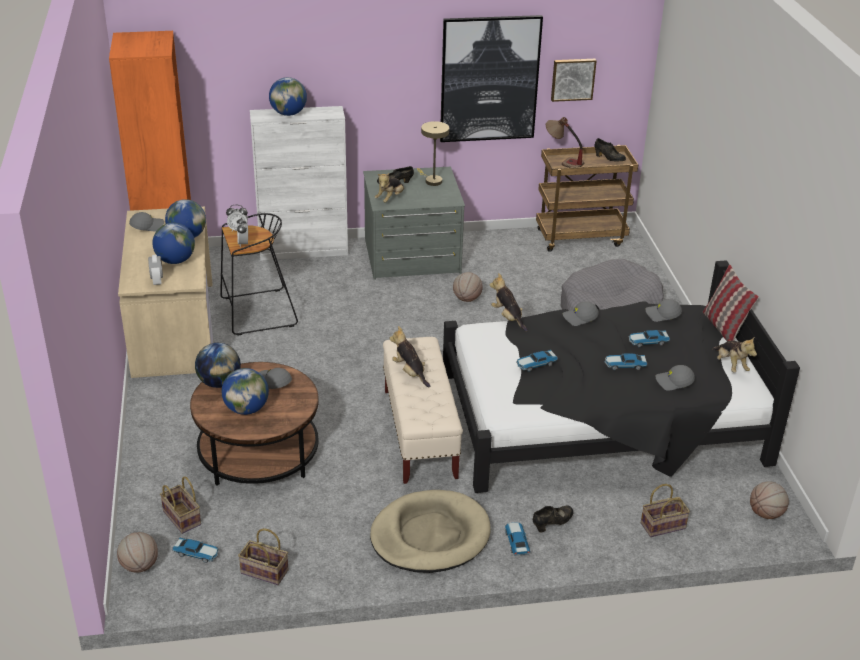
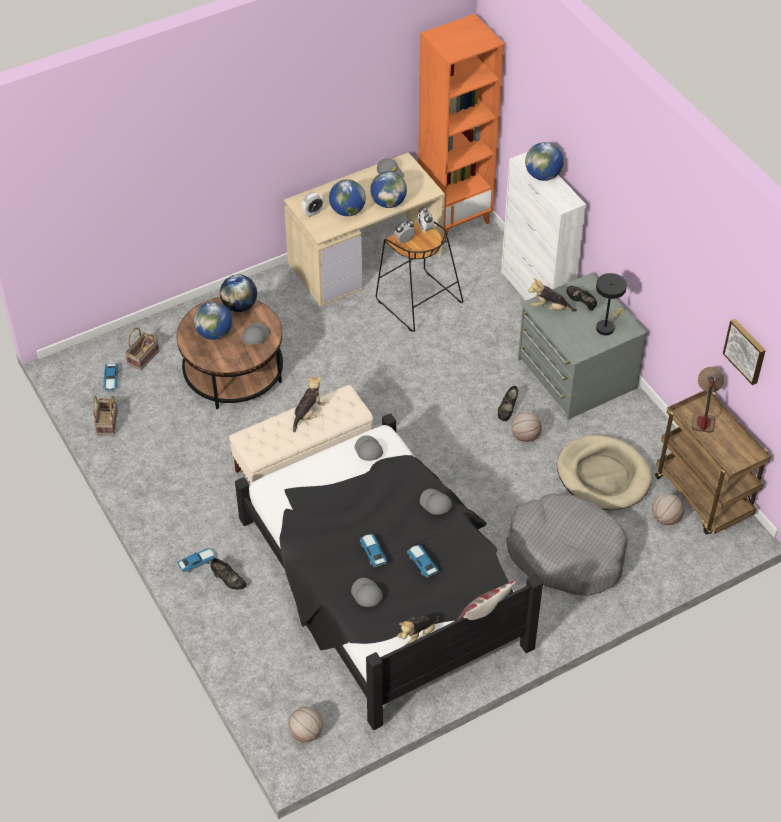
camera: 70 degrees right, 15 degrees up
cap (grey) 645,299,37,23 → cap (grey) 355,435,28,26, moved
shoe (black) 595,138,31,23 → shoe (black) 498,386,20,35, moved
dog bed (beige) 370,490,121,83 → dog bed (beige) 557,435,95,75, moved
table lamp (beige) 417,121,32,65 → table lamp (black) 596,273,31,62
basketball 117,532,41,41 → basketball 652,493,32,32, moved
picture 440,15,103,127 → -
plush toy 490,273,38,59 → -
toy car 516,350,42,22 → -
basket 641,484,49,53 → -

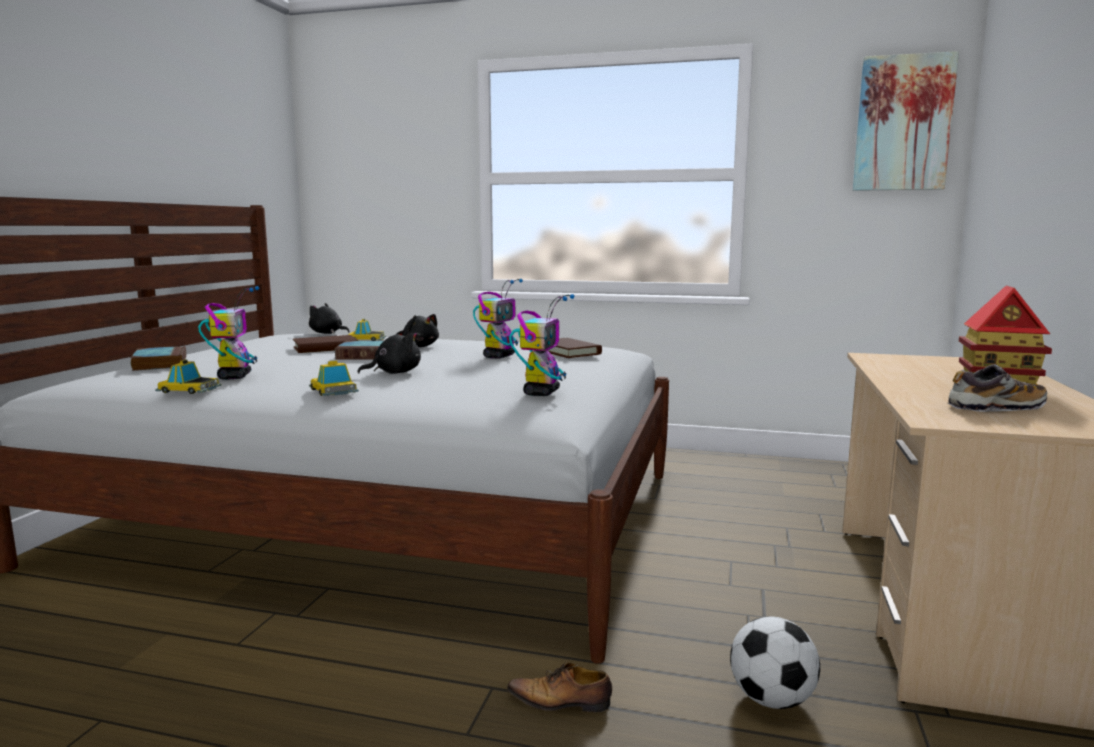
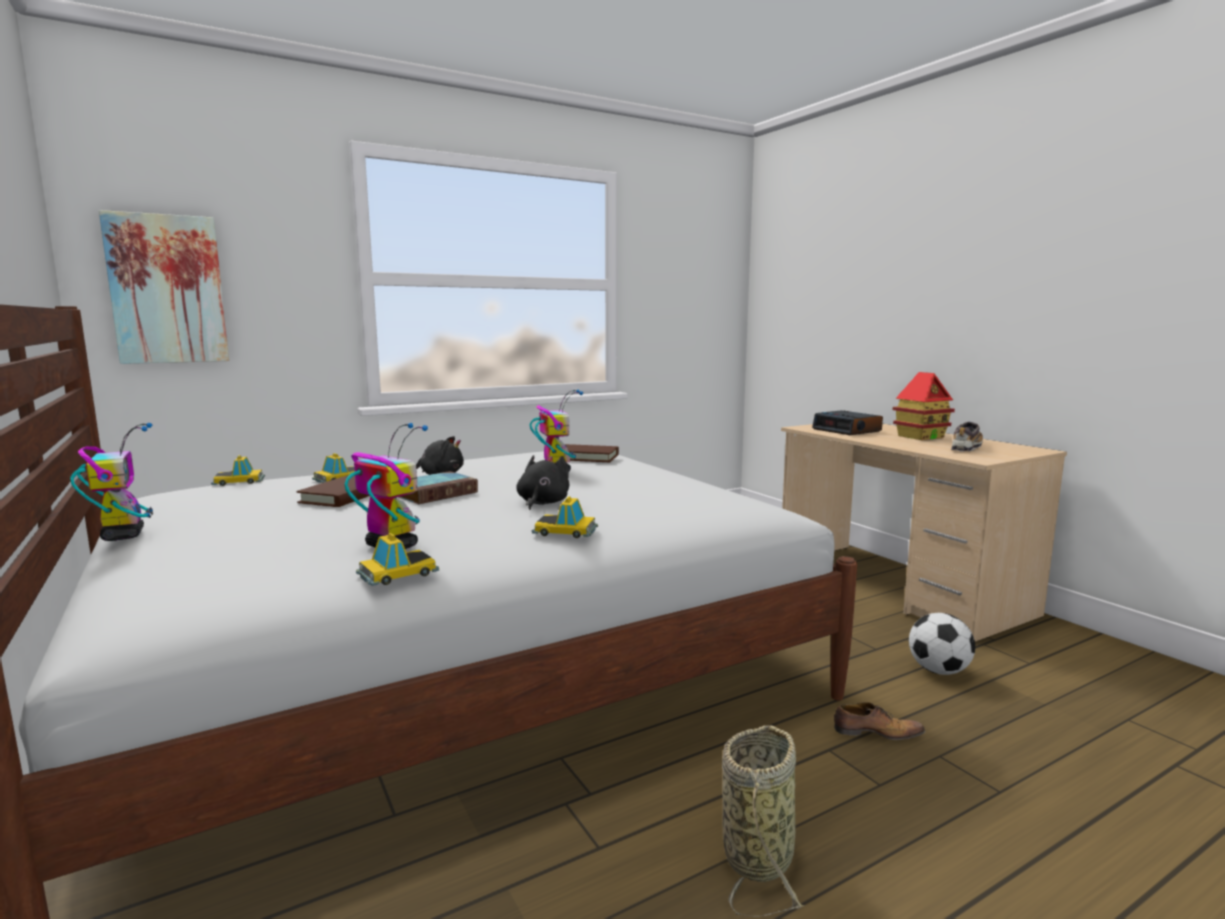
camera: 45 degrees left, 0 degrees up
toy robot 509,294,66,102 → toy robot 70,423,83,118, moved
picture 853,51,106,140 → picture 99,210,130,154, moved
plush toy (black) 309,303,41,31 → toy car 211,455,54,31
- → basket 722,725,84,192
- → alarm clock 812,410,71,25
shoe 507,662,105,50 → shoe 834,702,91,38, 135 degrees counterclockwise
book 131,346,55,25 → -

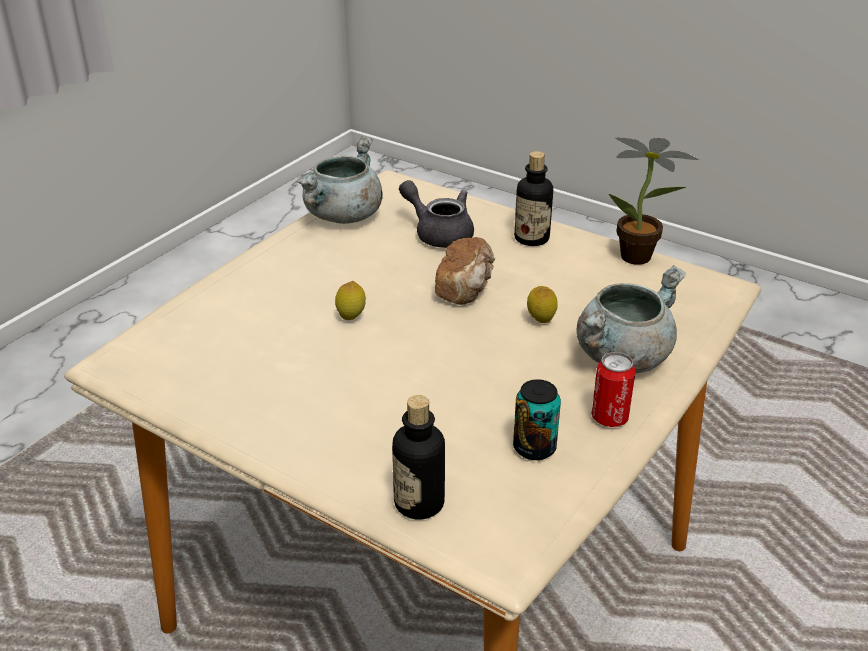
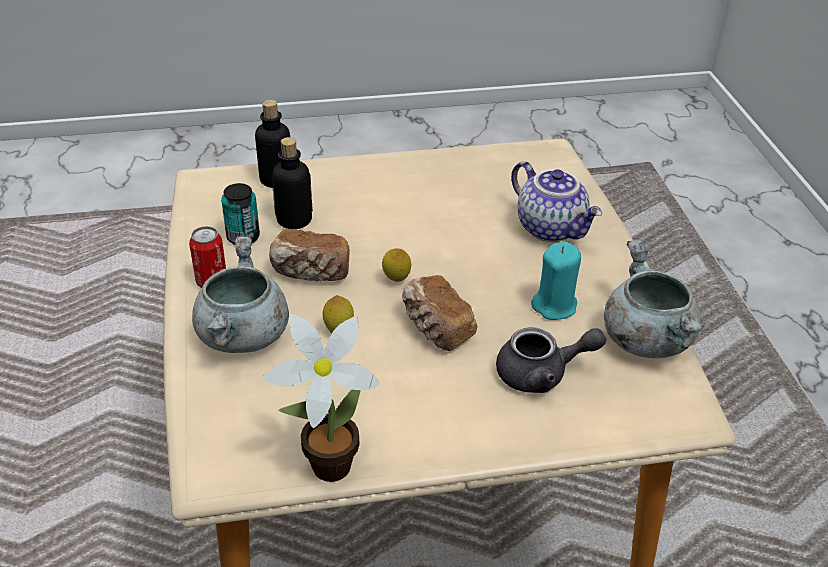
camera: 135 degrees right, 5 degrees up
- → bread 269,229,81,53
bottle 514,151,39,95 → bottle 272,137,41,92, moved
lemon 335,281,31,39 → lemon 382,248,29,34, moved
- → teapot 511,161,91,81
- → candle (turquoise) 531,242,50,78

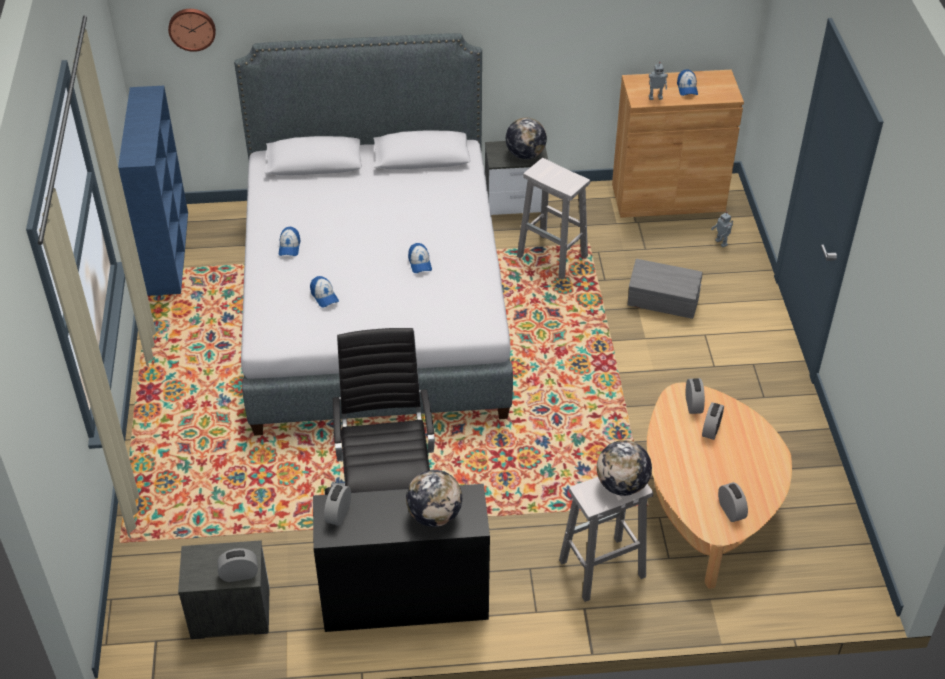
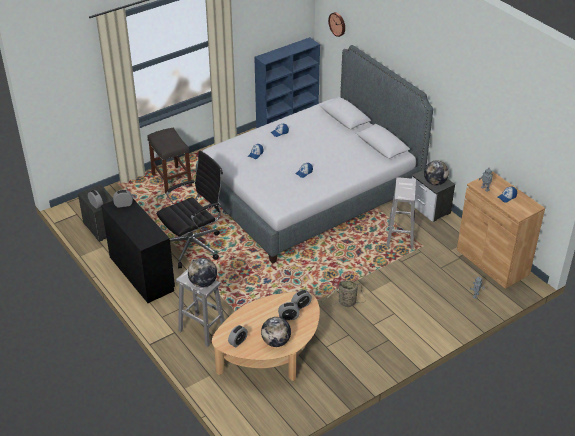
camera: 60 degrees right, 5 degrees down
- → stool (grey) 147,128,45,66
globe 406,470,56,57 → globe 261,317,30,30, moved
- → basket 321,280,45,27
storage box (grey) 628,259,74,60 → -

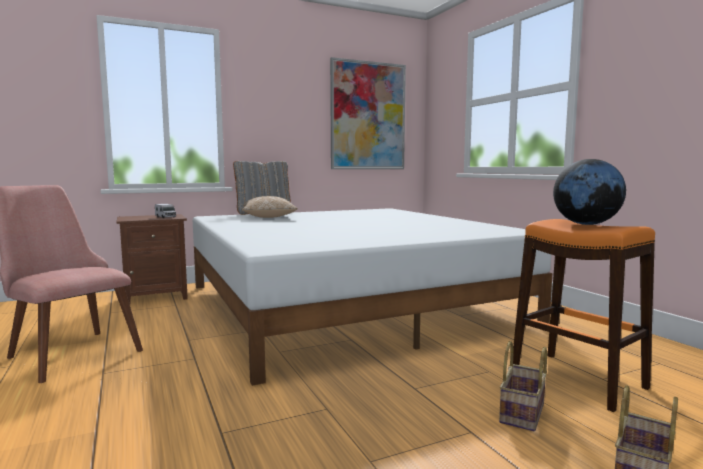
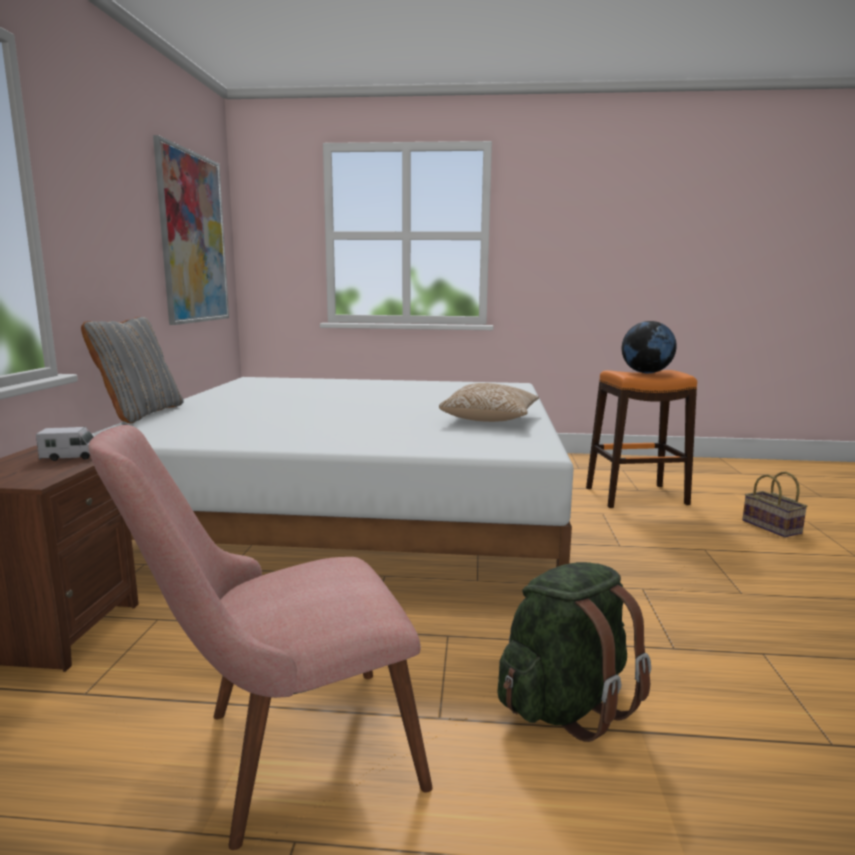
camera: 60 degrees left, 5 degrees up
pillow 242,196,56,22 → pillow 439,383,100,39, moved
- → backpack (green) 498,562,153,180
basket 499,341,48,90 → -

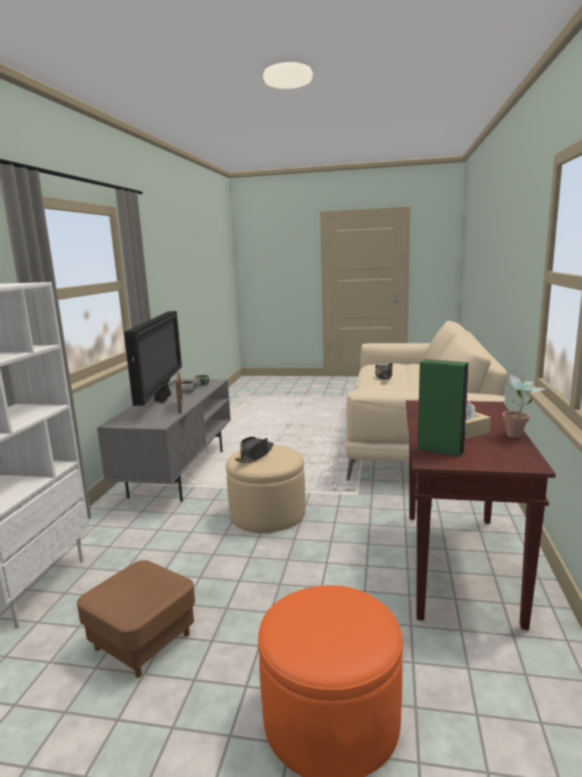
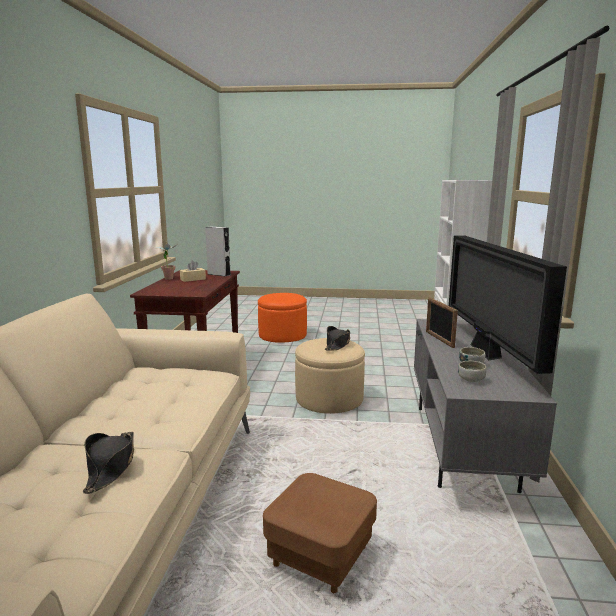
camera: 175 degrees right, 0 degrees up
speaker (green) 417,359,52,98 → speaker (grey) 205,227,26,50
ottoman (brown) 77,560,118,118 → ottoman (brown) 263,473,114,120, moved

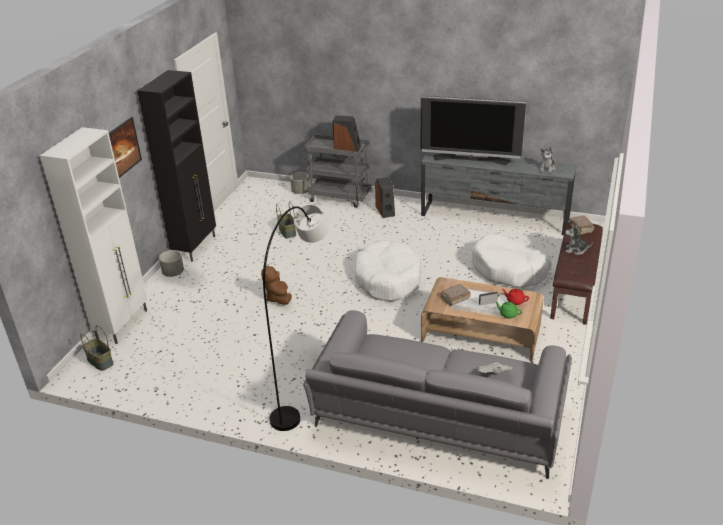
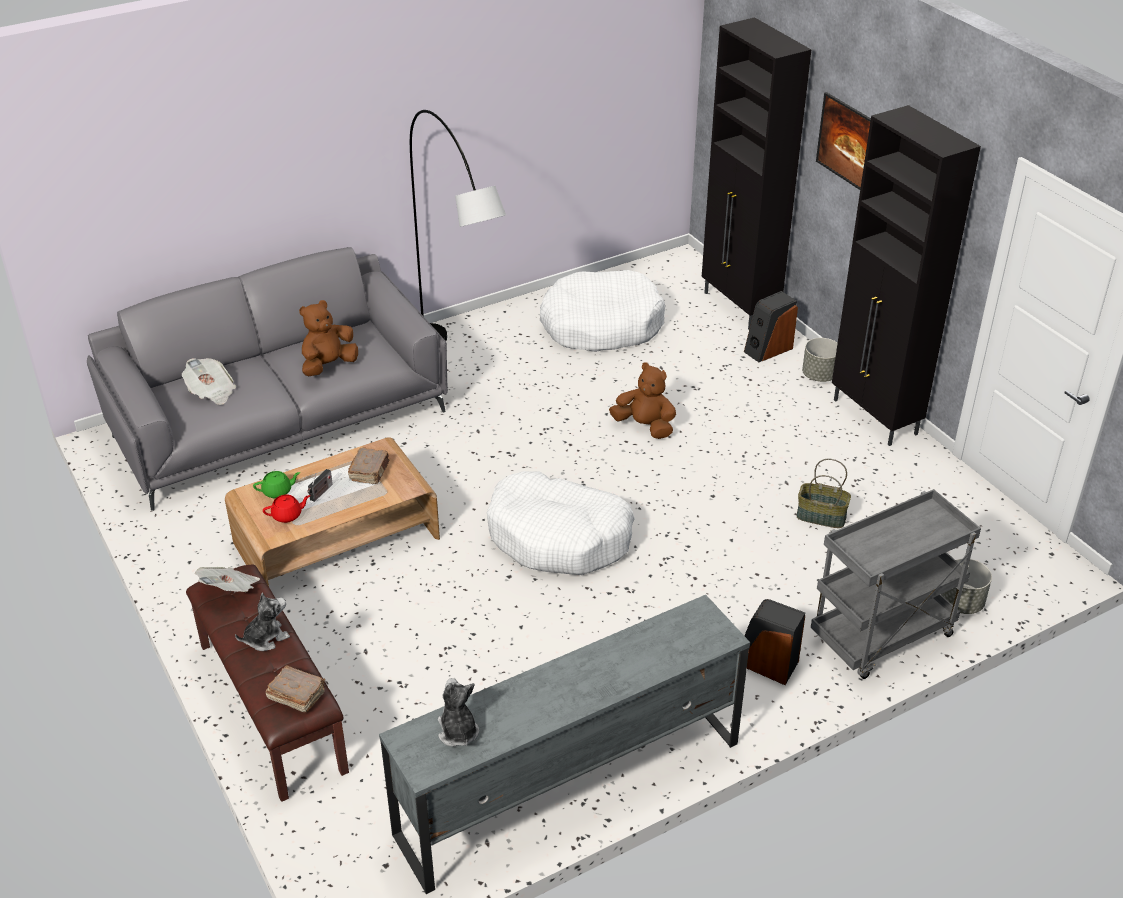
camera: 130 degrees right, 5 degrees up
- → newspaper 195,567,65,25
- → plush toy (brown) 299,300,59,76
dog bed (white) 472,234,80,54 → dog bed (white) 540,270,125,82, moved
cabinet (white) 40,127,108,217 → cabinet (black) 702,17,109,312
speaker 333,116,28,36 → speaker 744,291,54,71, moved
basket 80,325,34,46 → -
television 421,96,105,69 → -

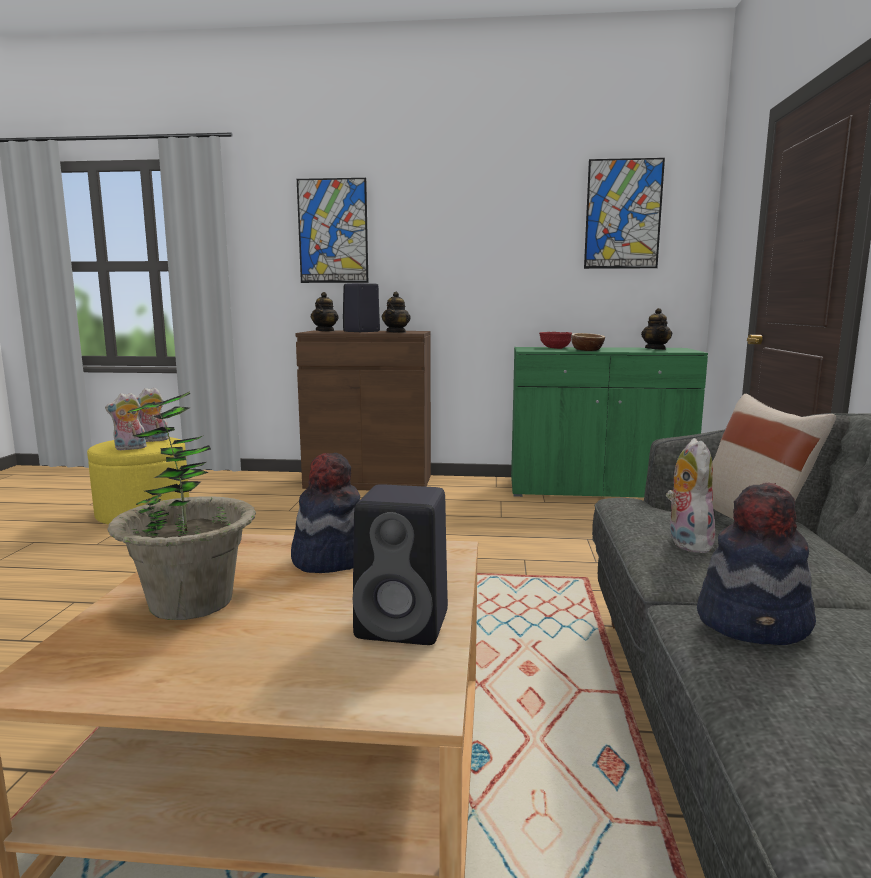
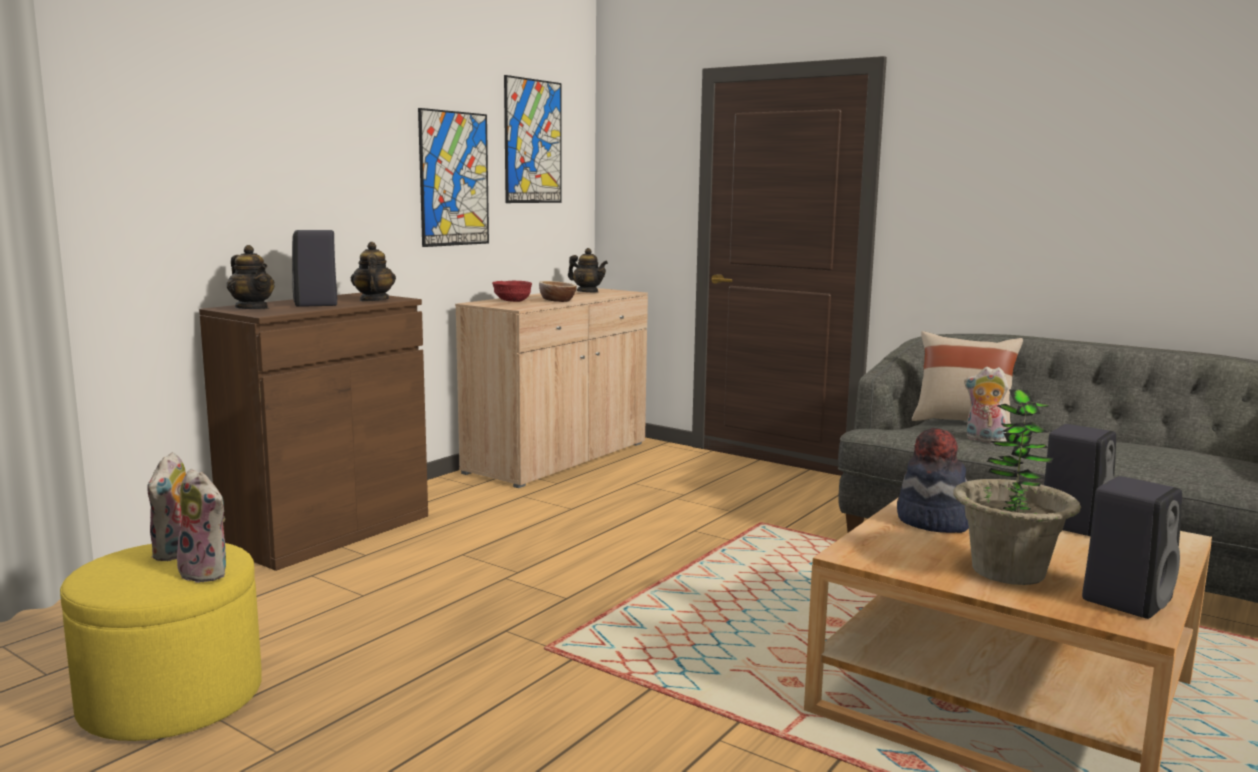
camera: 60 degrees left, 0 degrees up
plush toy 105,393,42,57 → plush toy 177,469,49,114, 60 degrees counterclockwise
teapot 382,292,29,41 → teapot 351,242,45,59, 150 degrees counterclockwise
picture 297,178,71,105 → picture 418,108,71,139, moved
cabinet (green) 511,347,197,151 → cabinet (beige) 455,288,193,200
- → speaker (black) 1082,476,100,143
hat 697,483,119,162 → -

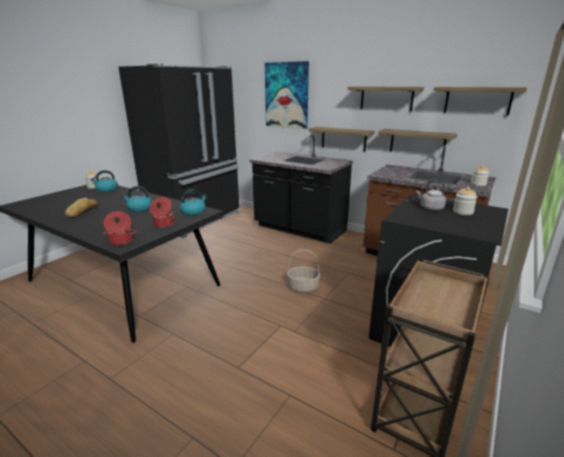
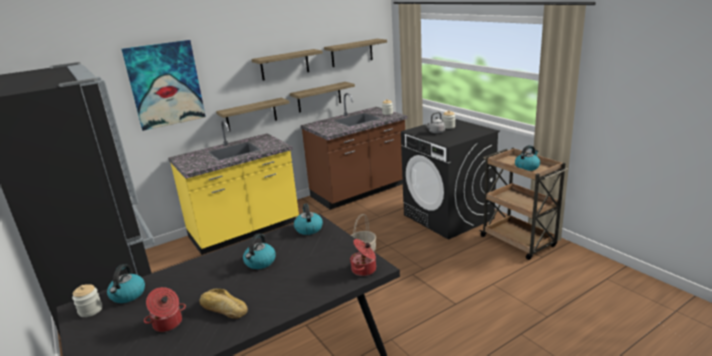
camera: 65 degrees left, 0 degrees up
cooking pot 150,197,24,31 → cooking pot 144,287,42,45, moved
counter (black) 249,134,104,110 → counter (yellow) 168,120,131,135
- → kettle 515,145,25,26

